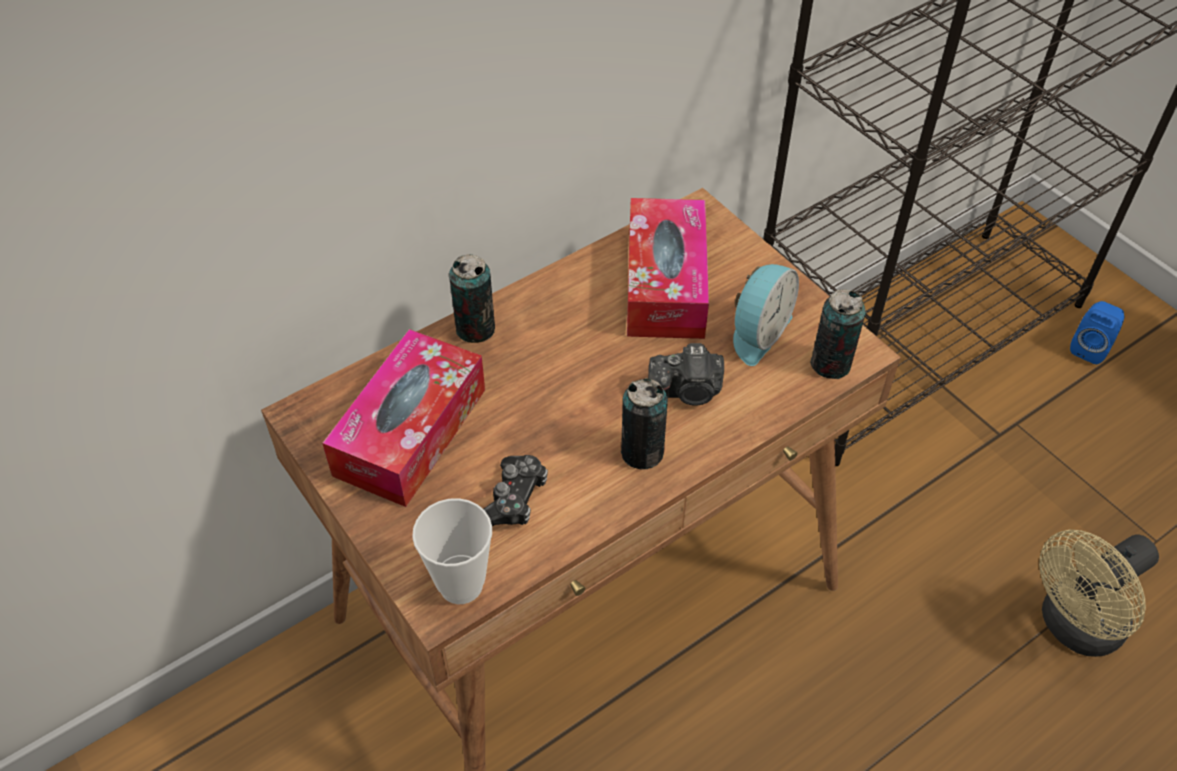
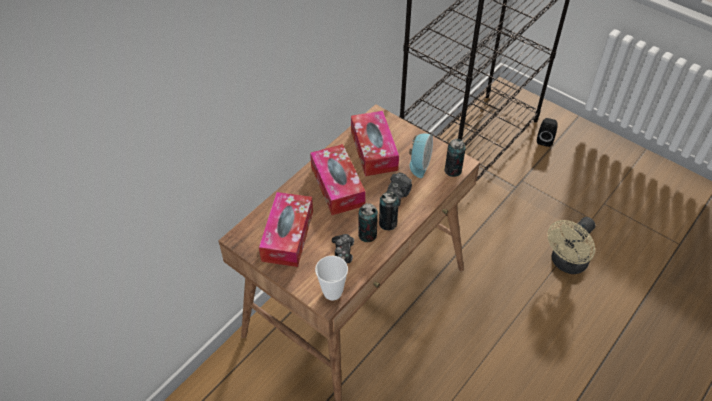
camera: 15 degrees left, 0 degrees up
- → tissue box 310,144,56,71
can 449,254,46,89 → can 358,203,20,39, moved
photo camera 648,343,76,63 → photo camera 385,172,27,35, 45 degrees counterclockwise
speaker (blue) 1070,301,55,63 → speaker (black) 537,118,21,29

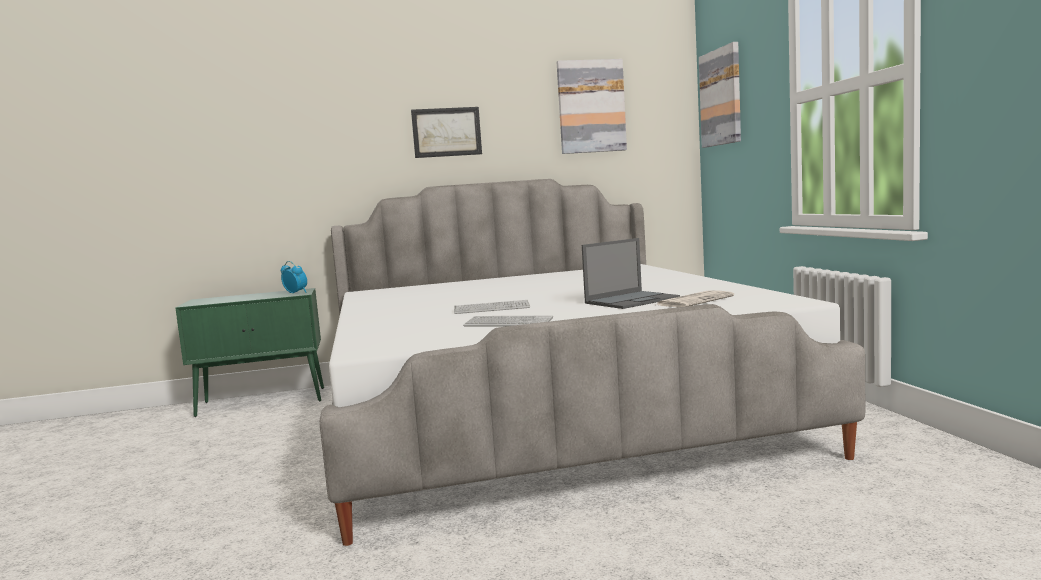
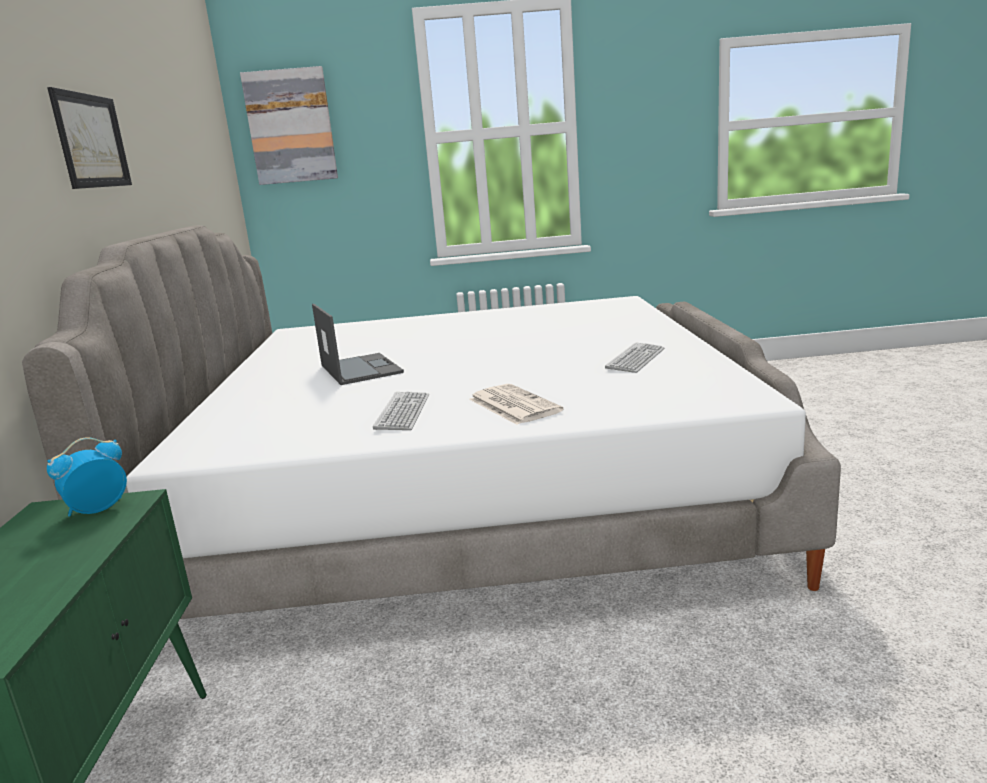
camera: 80 degrees left, 10 degrees up
laptop 582,238,98,71 → laptop 312,304,92,81, moved
keyboard 454,300,76,14 → keyboard 373,392,56,38, moved
newspaper 657,290,77,17 → newspaper 469,384,94,41, moved
picture 557,59,70,95 → -

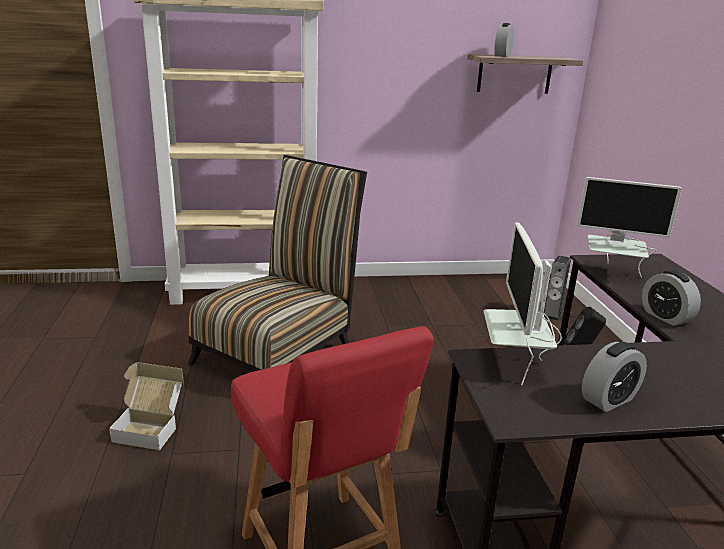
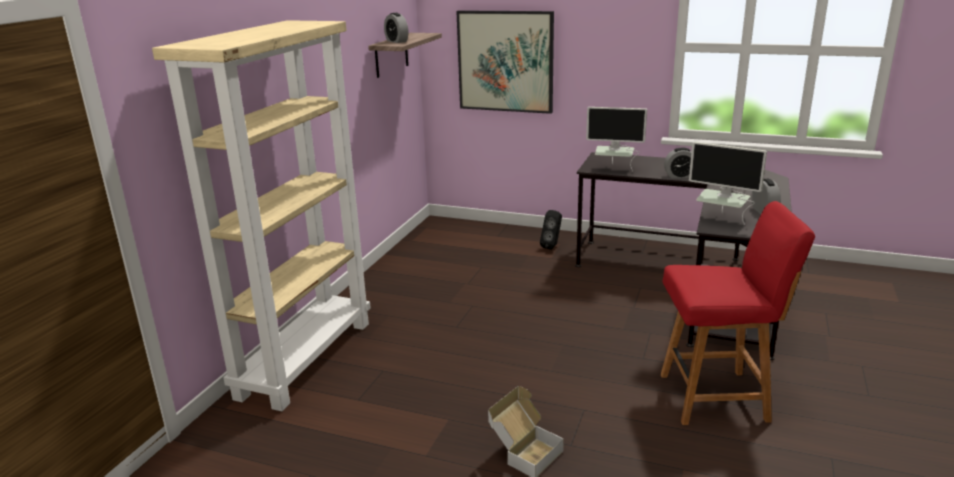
camera: 60 degrees left, 0 degrees up
- → picture 456,10,98,104
monitor 577,177,105,100 → monitor 586,107,61,64, 60 degrees clockwise
chair 188,155,179,217 → -
speaker 544,255,27,66 → -

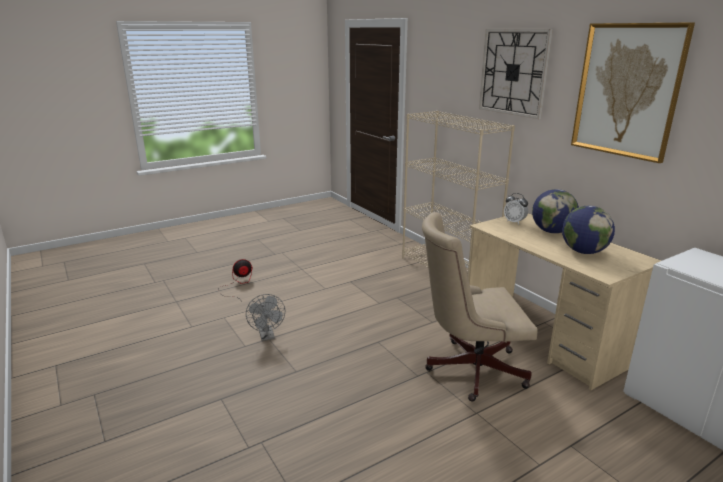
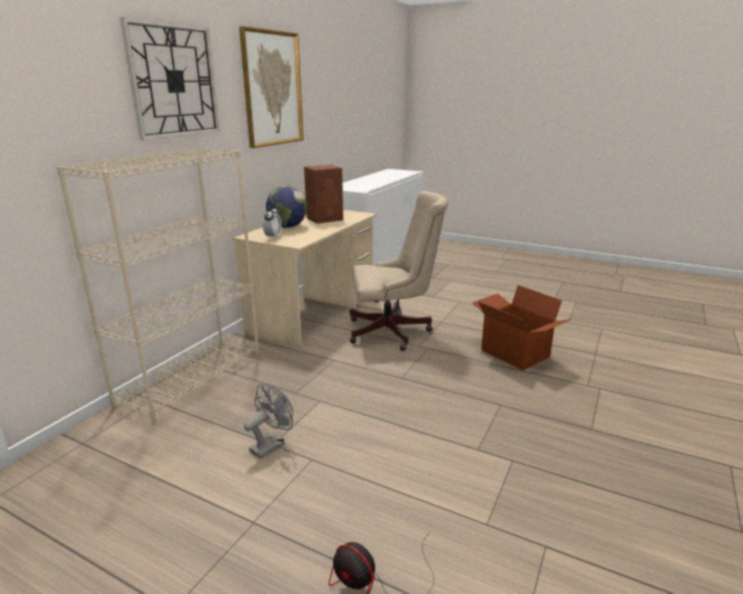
camera: 120 degrees left, 0 degrees up
fan (grey) 246,294,39,47 → fan (grey) 244,384,49,75, moved
globe 562,206,53,48 → speaker (brown) 304,165,39,59
office chair (beige) 422,212,116,190 → office chair (beige) 350,191,98,160, 60 degrees counterclockwise
- → cardboard box 472,285,100,86

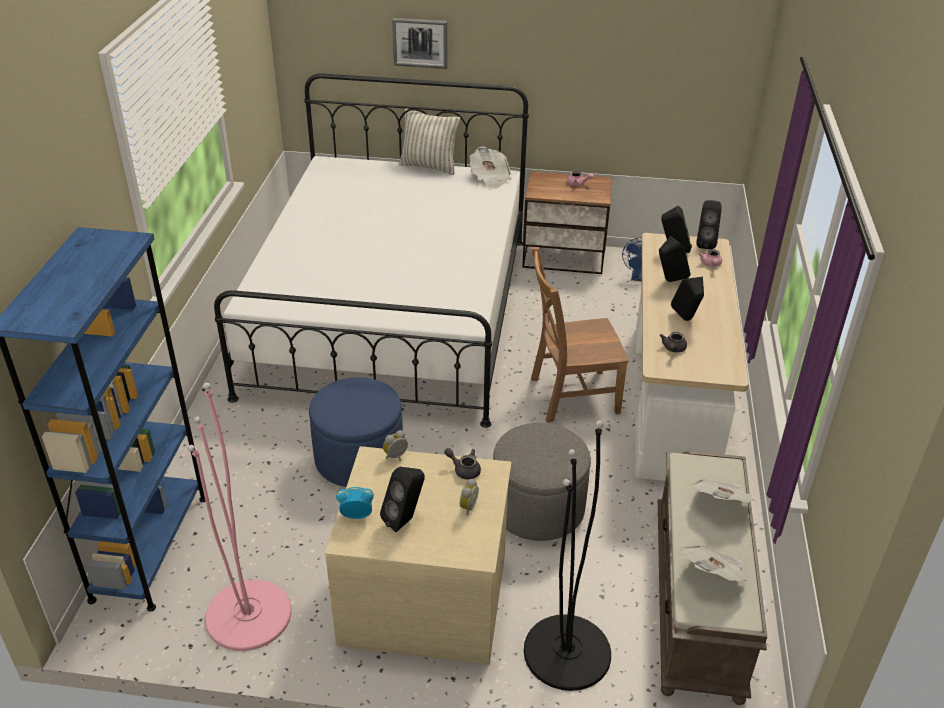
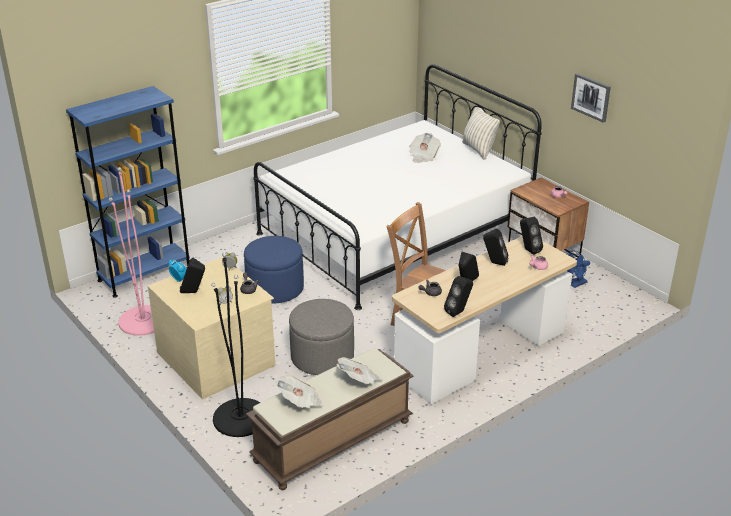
camera: 45 degrees right, 5 degrees down
newspaper 469,146,43,43 → newspaper 410,133,31,30, moved
speaker (black) 696,200,26,49 → speaker (black) 444,276,29,41, moved
picture 392,18,55,51 → picture 571,73,40,50, moved

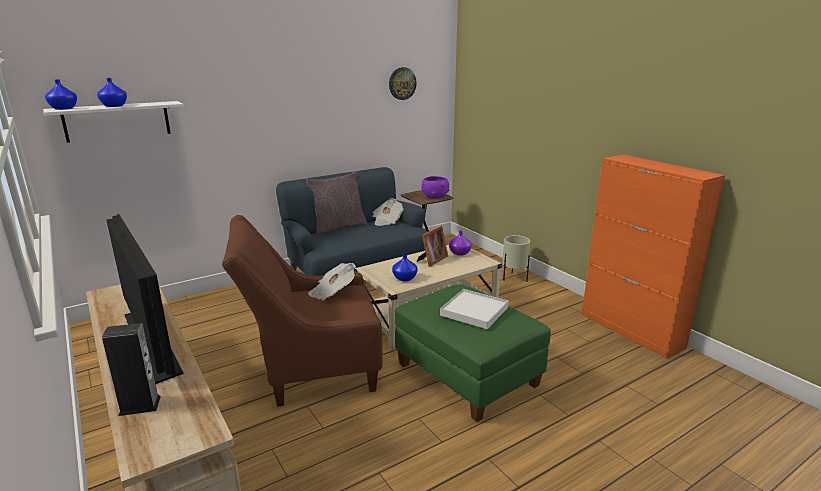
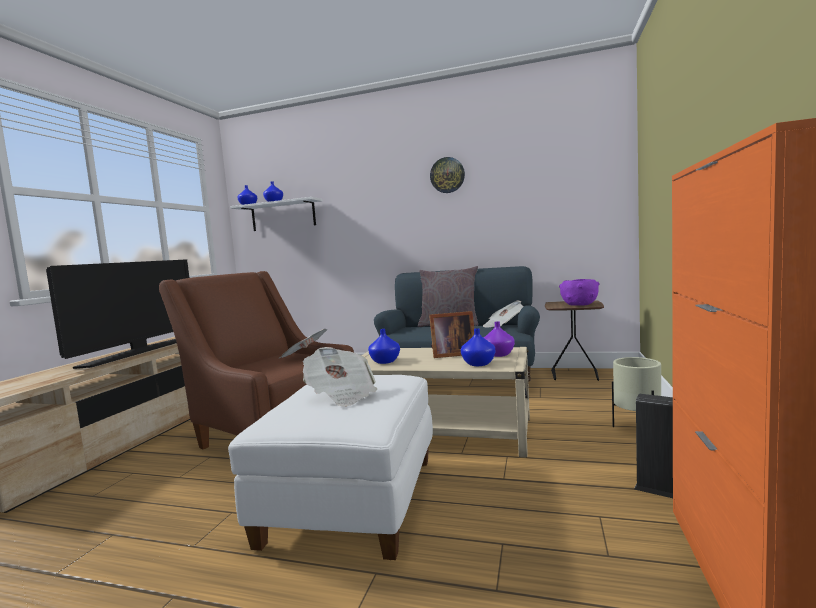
camera: 50 degrees right, 15 degrees down
ottoman (green) 395,284,156,138 → ottoman (white) 228,375,205,185
tray (white) 440,289,69,40 → newspaper 303,347,74,60
wall clock 389,67,28,33 → wall clock 430,157,35,36, moved
- → vase (blue) 461,328,34,38
speaker 102,323,59,93 → speaker 634,394,39,104, moved

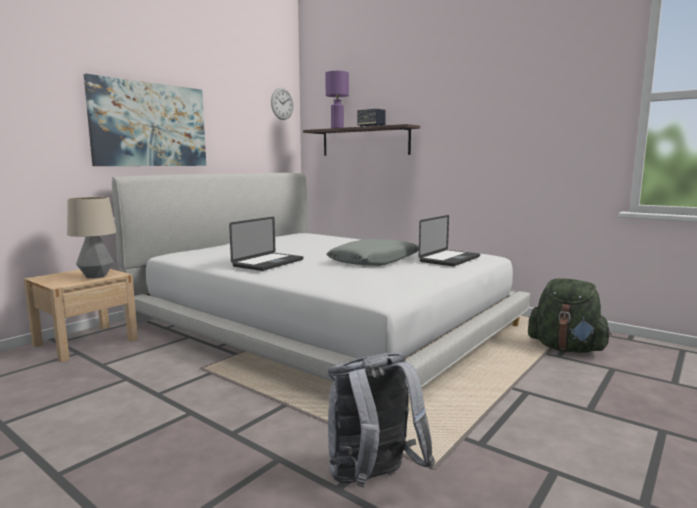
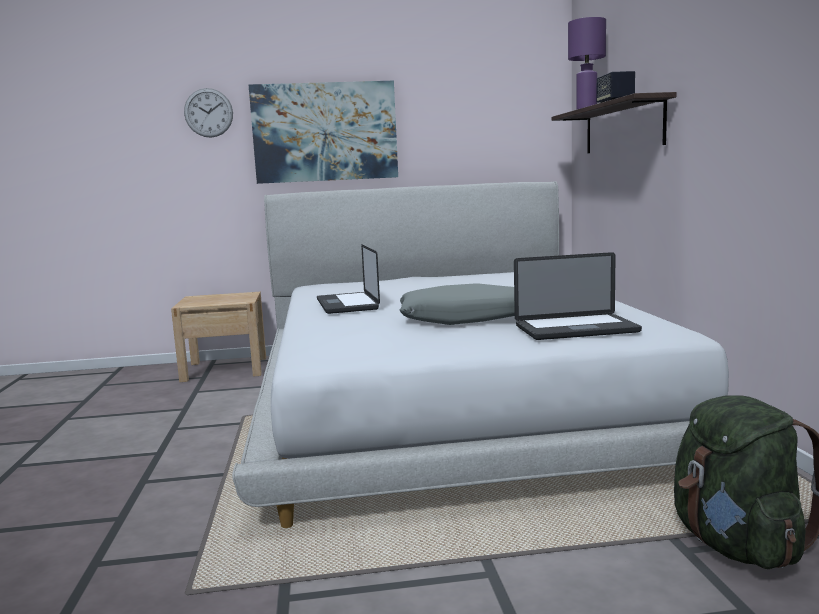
camera: 45 degrees right, 0 degrees up
wall clock 271,88,22,32 → wall clock 184,88,49,50, moved
laptop 229,217,75,54 → laptop 317,244,63,70, 90 degrees clockwise
table lamp 67,197,49,82 → -
backpack (grey) 328,353,107,135 → -

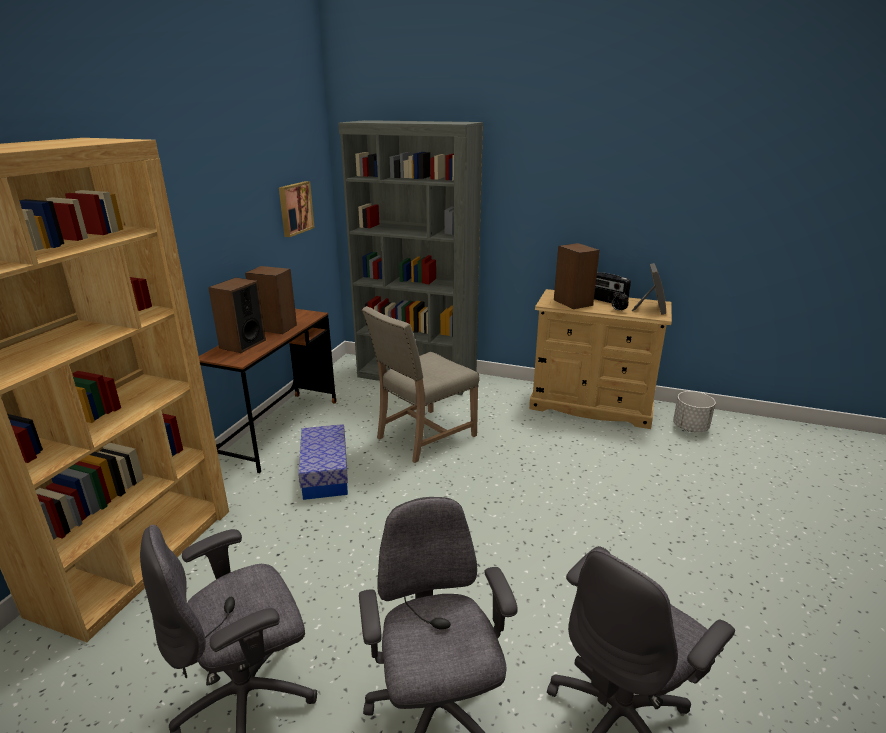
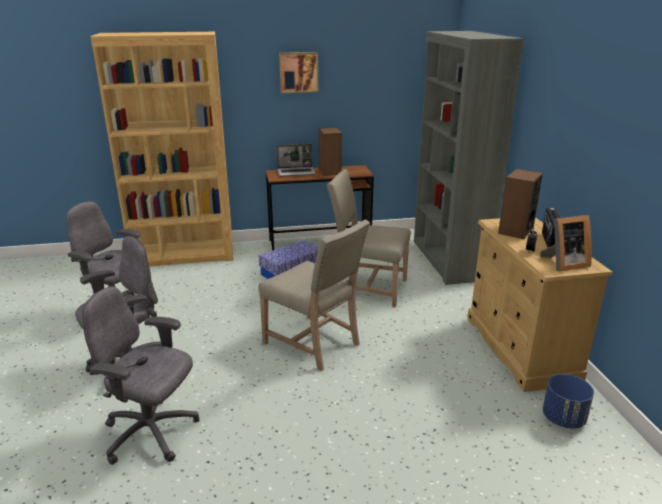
camera: 60 degrees right, 0 degrees up
- → chair (beige) 258,220,112,151
speaker 208,277,58,76 → laptop 276,144,40,33
picture 279,181,36,56 → picture 279,52,39,41, moved
planter (white) 673,391,43,41 → planter (blue) 543,374,51,55

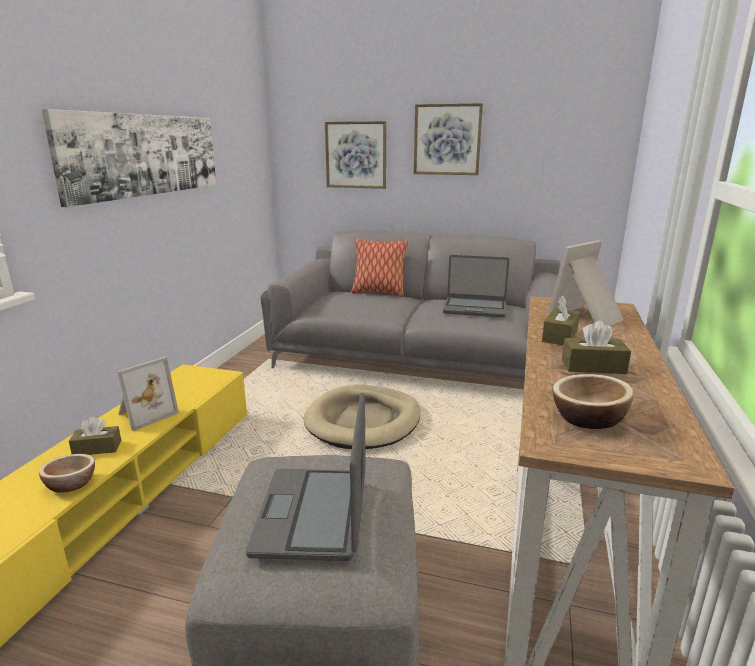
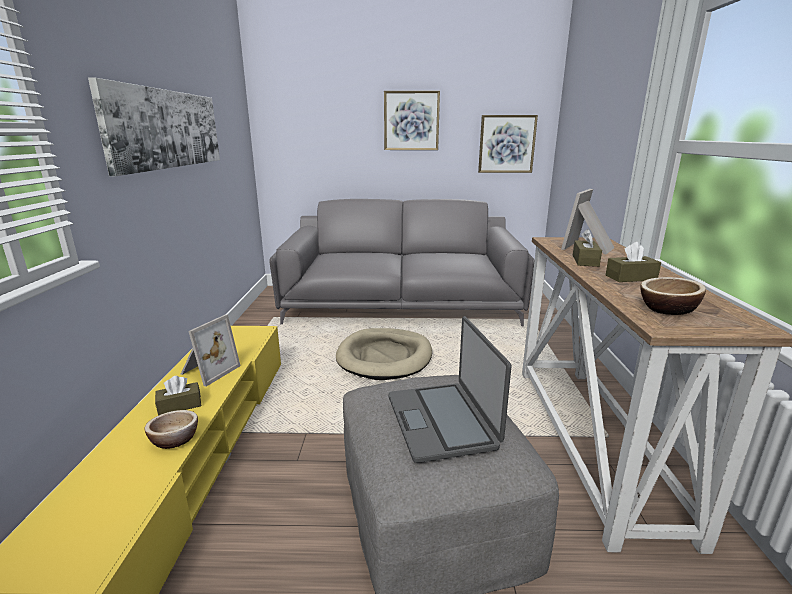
camera: 15 degrees left, 0 degrees up
picture 325,121,61,68 → picture 478,115,60,58, moved
pillow 351,239,57,58 → -
laptop 443,255,67,63 → -

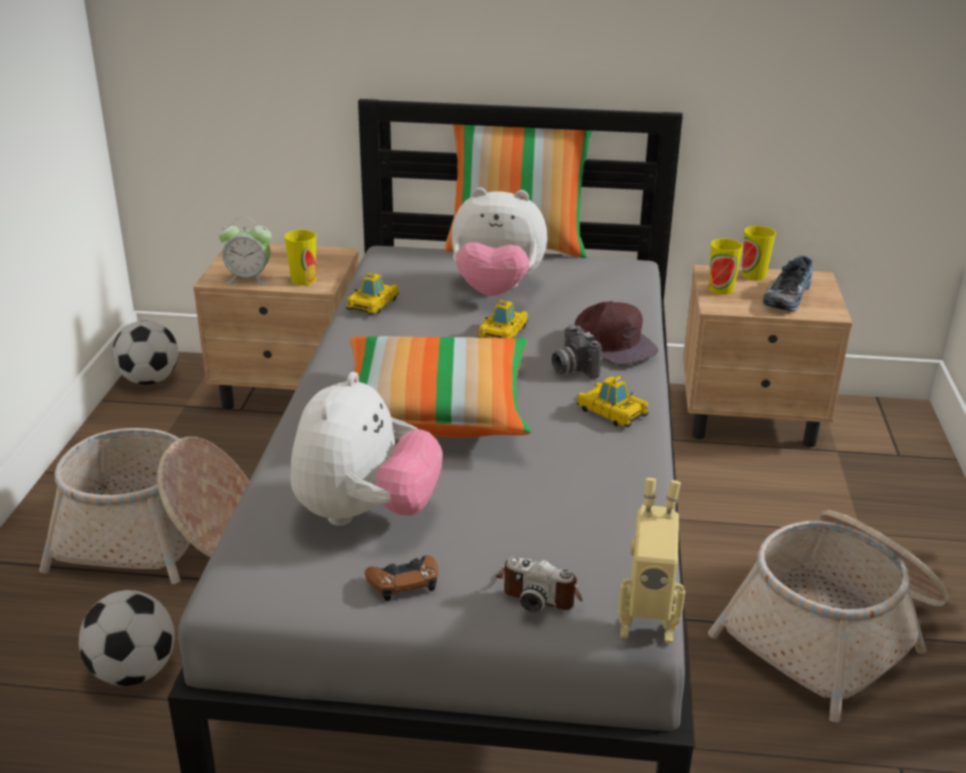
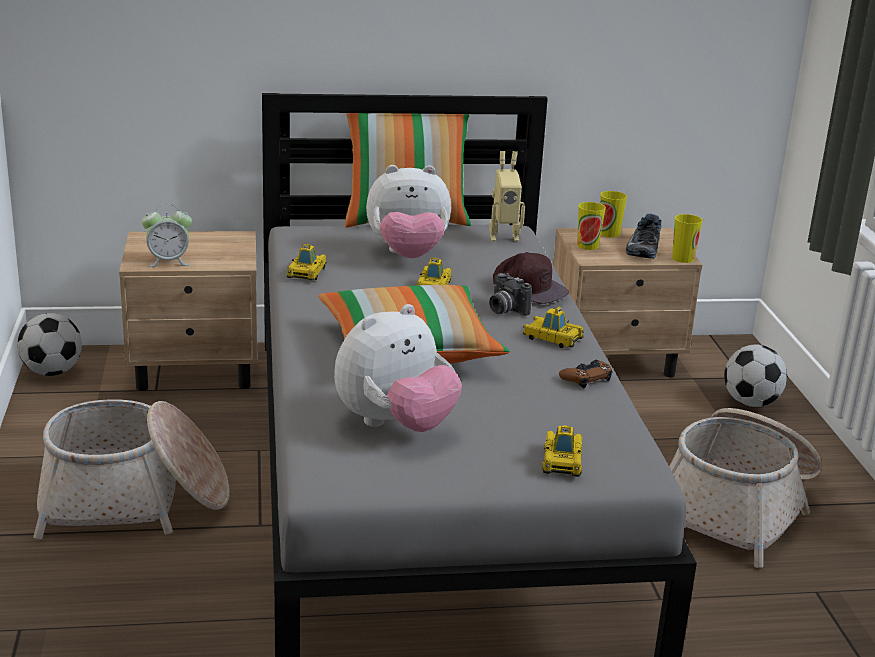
camera: 15 degrees left, 5 degrees down
plush toy 290,372,153,154 → plush toy 334,304,128,128, 45 degrees clockwise
toy robot 618,478,67,165 → toy robot 489,151,36,91, moved
photo camera 496,556,86,56 → toy car 542,426,40,51
game controller (brown) 365,555,73,46 → game controller (brown) 559,359,53,30, moved
cup 284,230,32,55 → cup 672,214,31,49, moved
football 79,590,96,96 → football 724,345,63,62, moved

